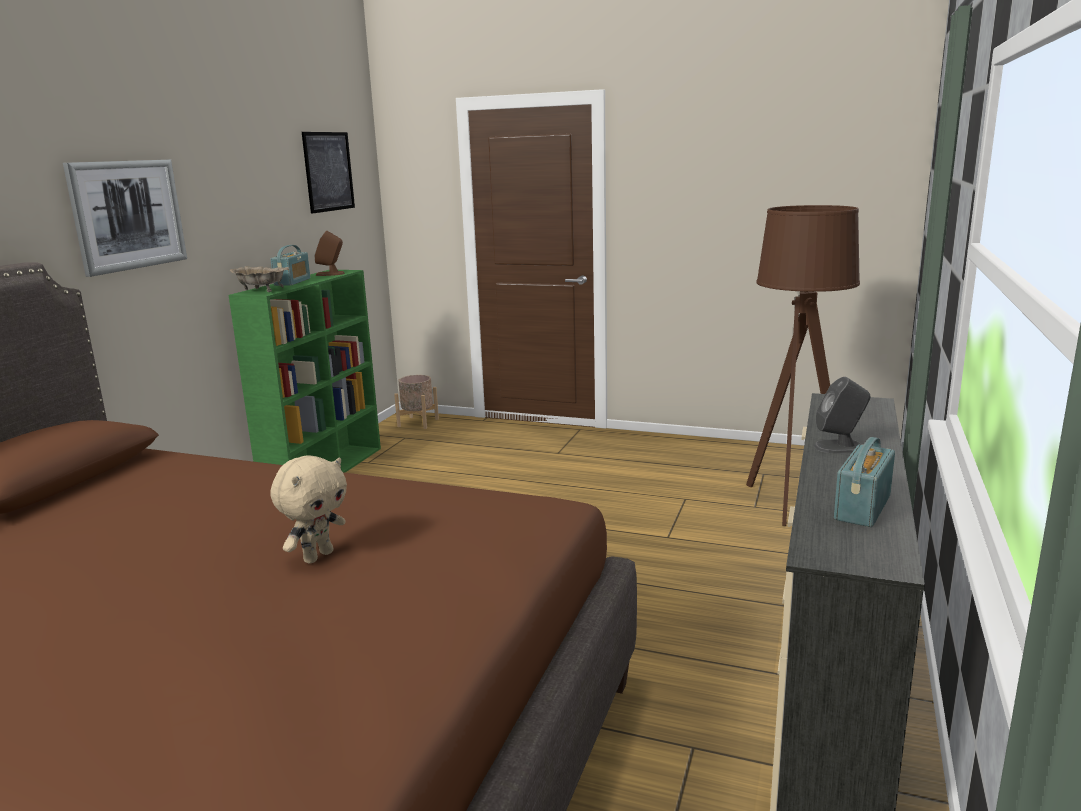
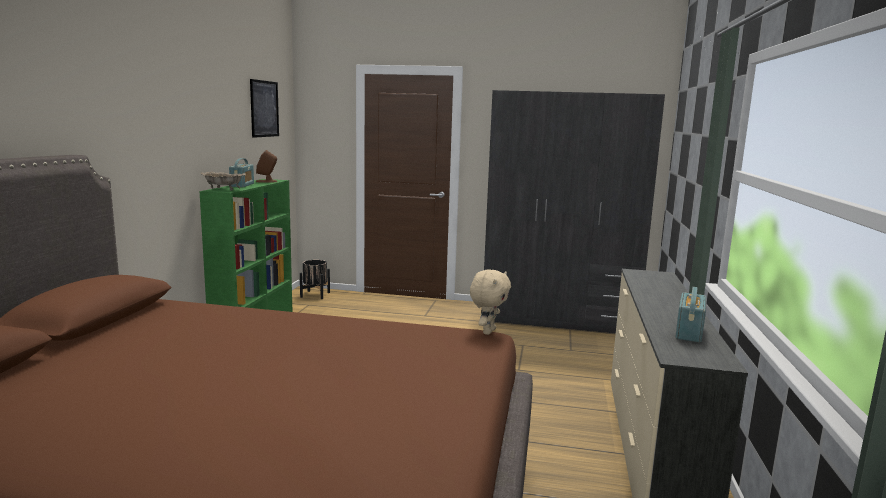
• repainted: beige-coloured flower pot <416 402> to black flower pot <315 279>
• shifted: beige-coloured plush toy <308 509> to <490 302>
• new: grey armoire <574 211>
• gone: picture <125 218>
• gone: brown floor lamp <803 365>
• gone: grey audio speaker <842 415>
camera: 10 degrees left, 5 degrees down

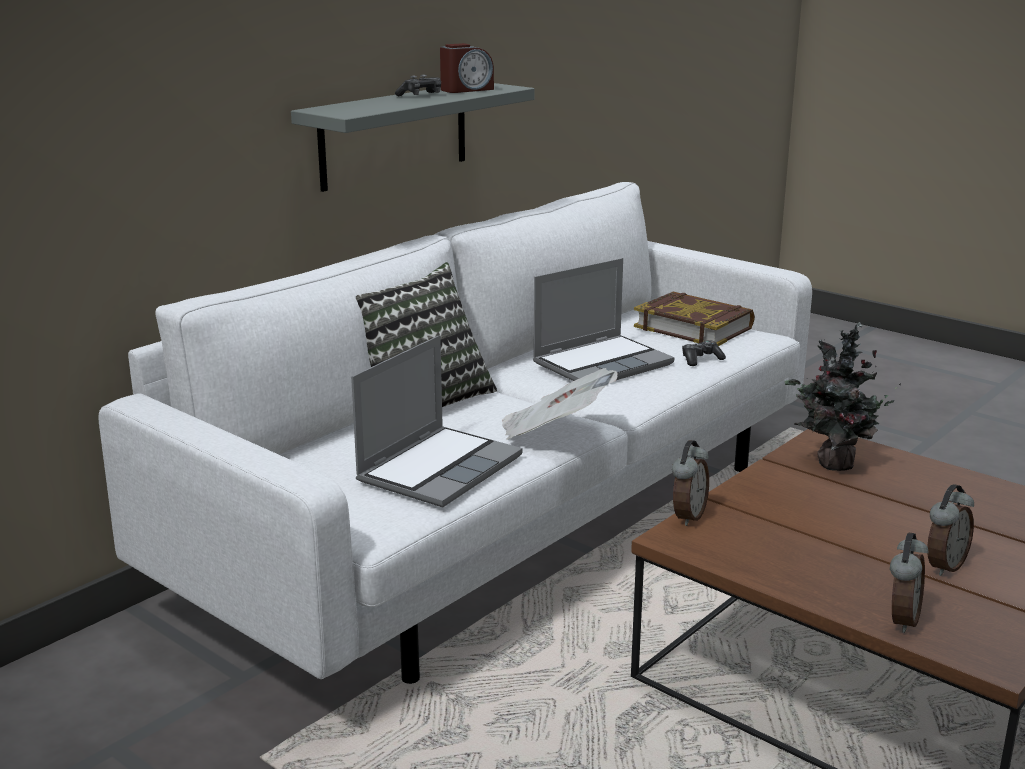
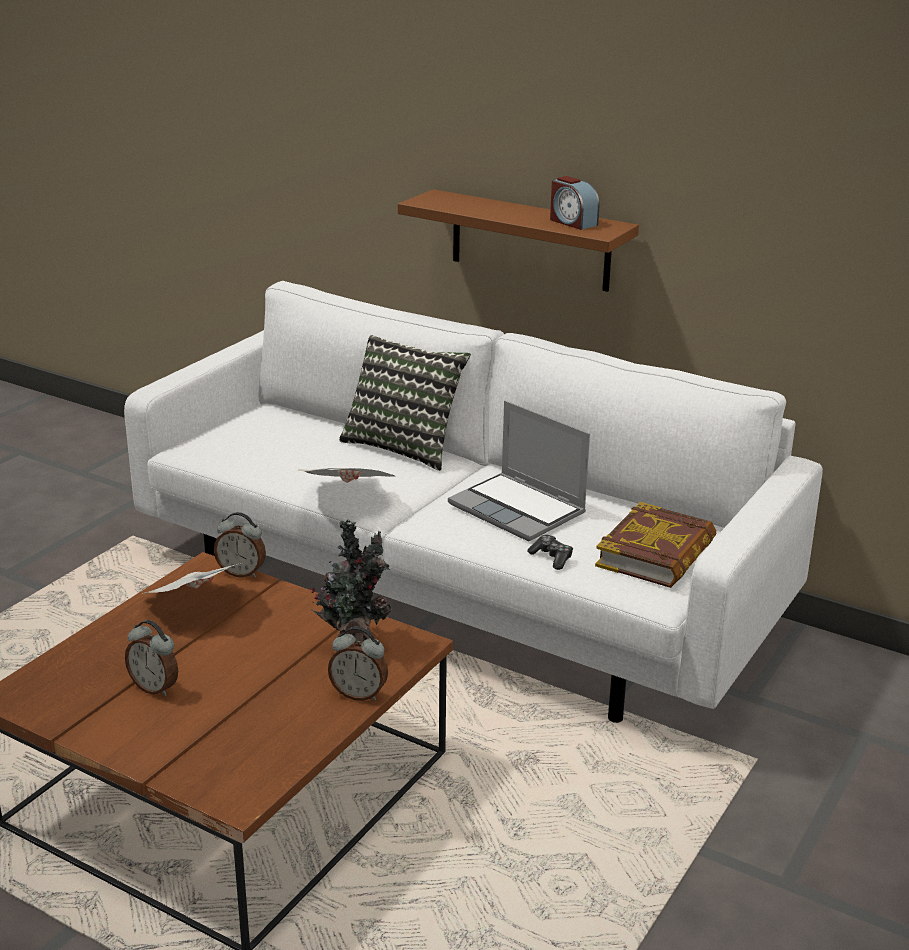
• new: printed paper <194 578>
• shifted: alarm clock <909 582> to <358 664>
• repainted: grey bracket shelf <412 137> to brown bracket shelf <518 240>
• gone: laptop <437 421>
• gone: game controller <418 85>
camera: 80 degrees right, 5 degrees up

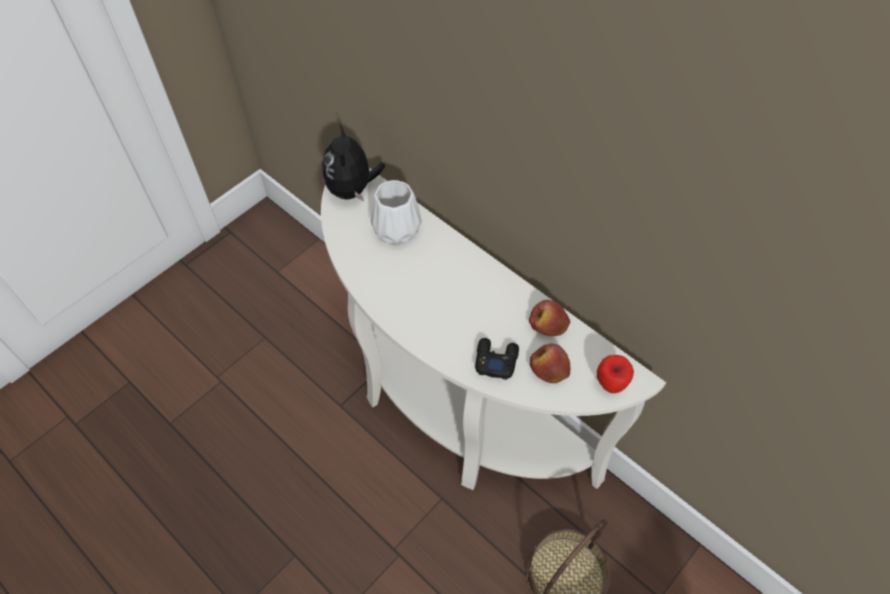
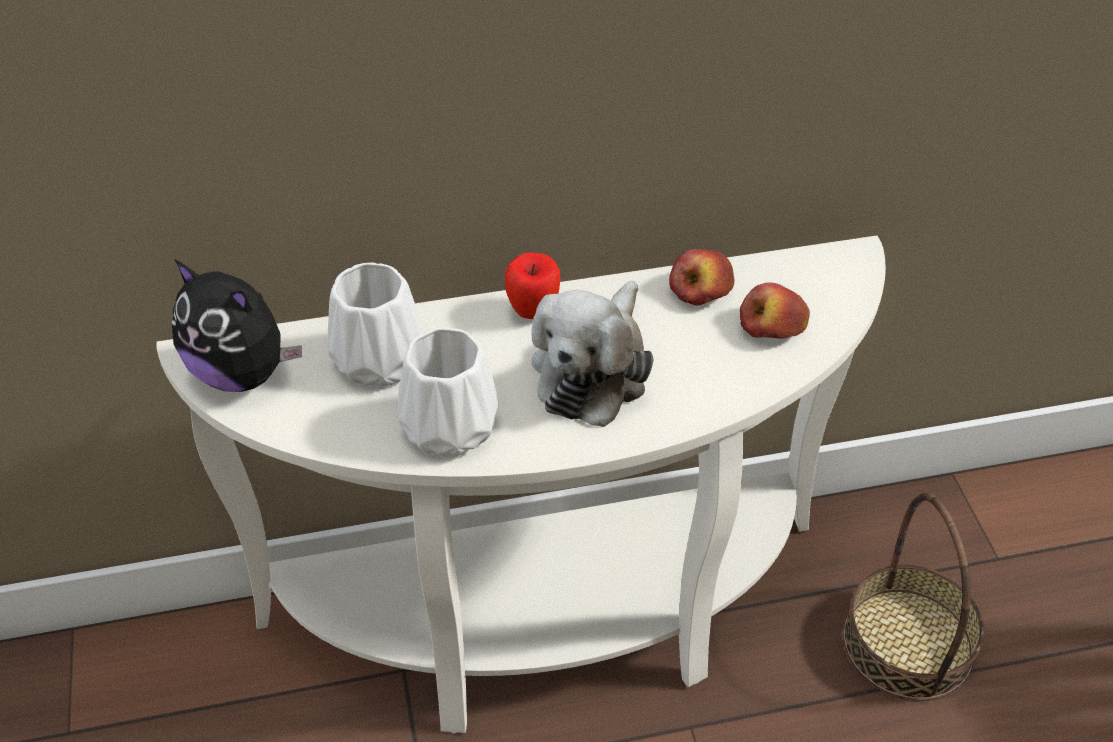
• new: white vase <448 391>
• shifted: apple fruit <615 374> to <533 285>
• new: plush toy <593 354>
• gone: black game controller <497 359>
camera: 55 degrees left, 10 degrees down

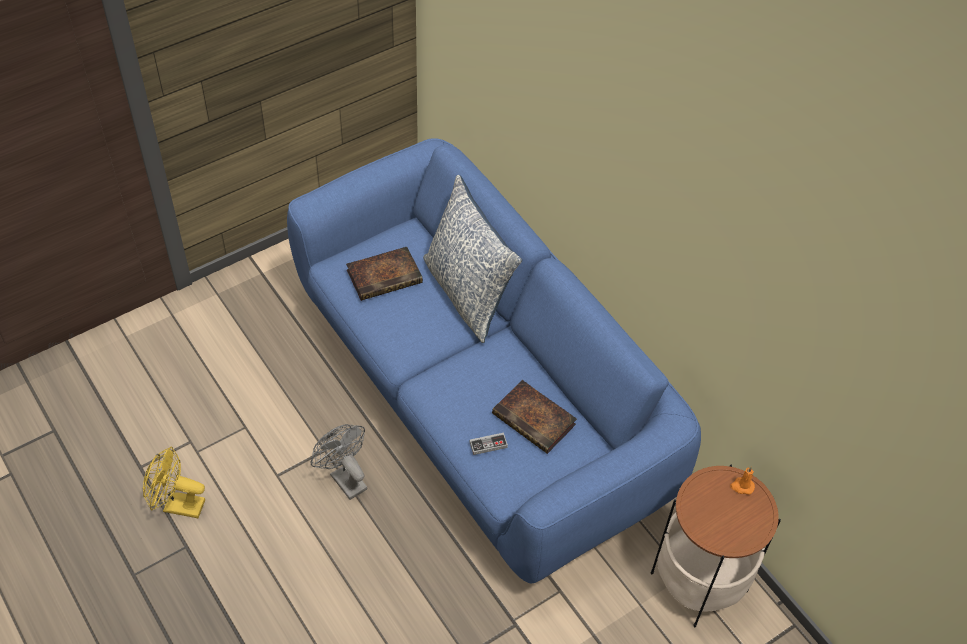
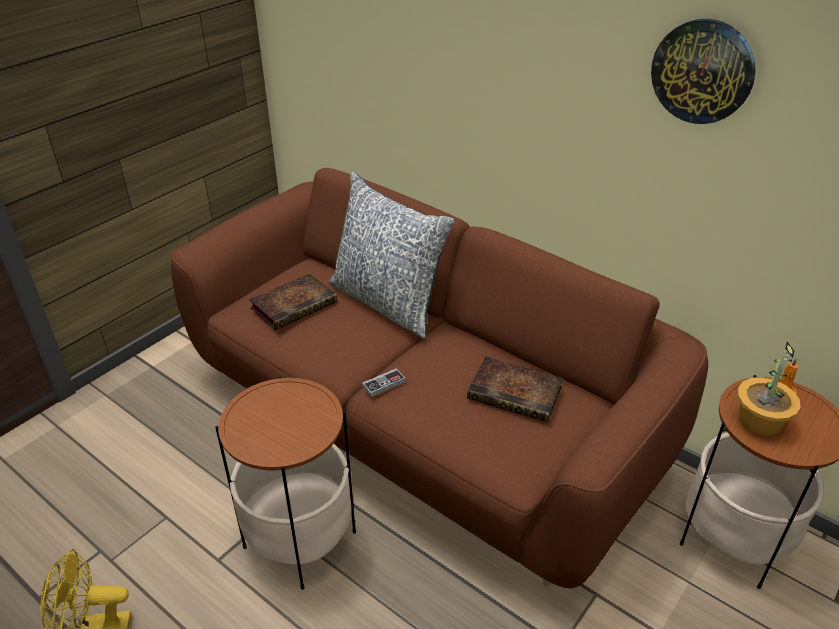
• repainted: blue-coloured sofa <494 361> to brown sofa <439 378>
• swapped: grey electric fan <339 462> to side table <285 483>
• shifted: game controller <489 444> to <384 382>
• new: clock on the wall <703 71>
• new: houseplant <769 389>
camera: 15 degrees left, 15 degrees down

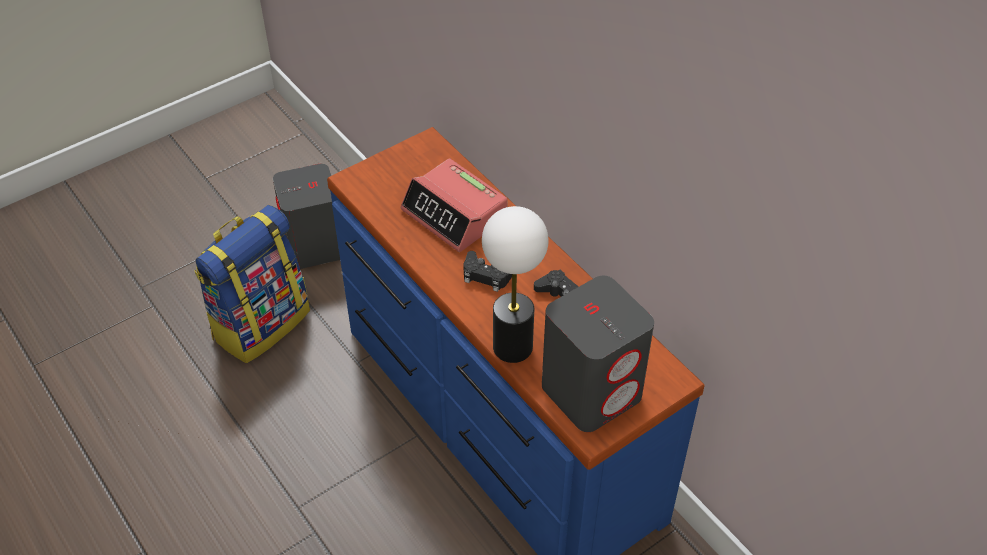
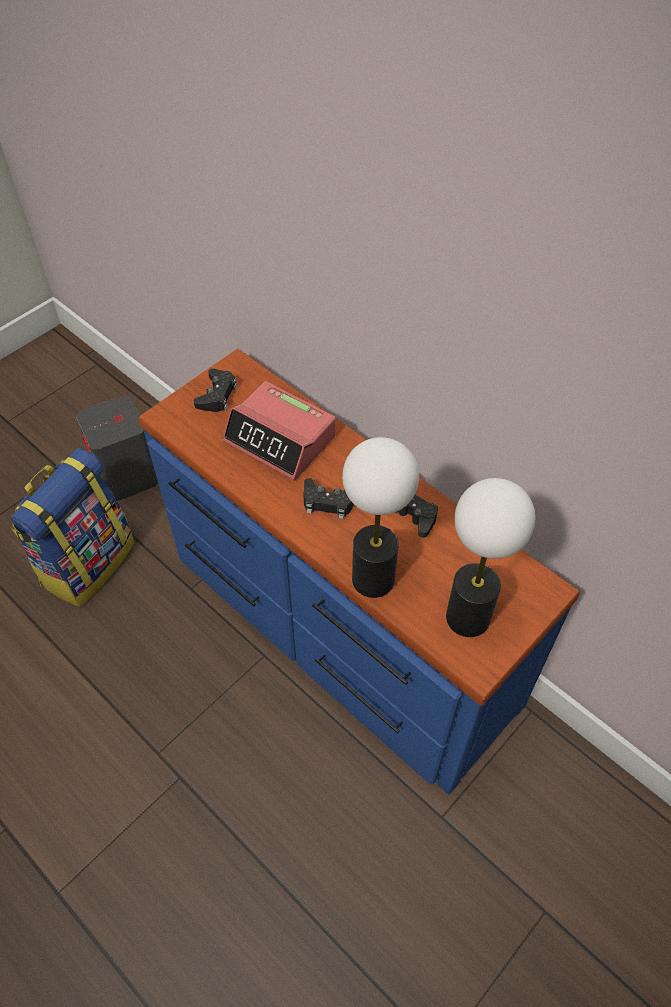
• new: black game controller <216 390>
• swapped: grey audio speaker <598 354> to lamp for a table <490 557>
camera: 10 degrees left, 5 degrees up

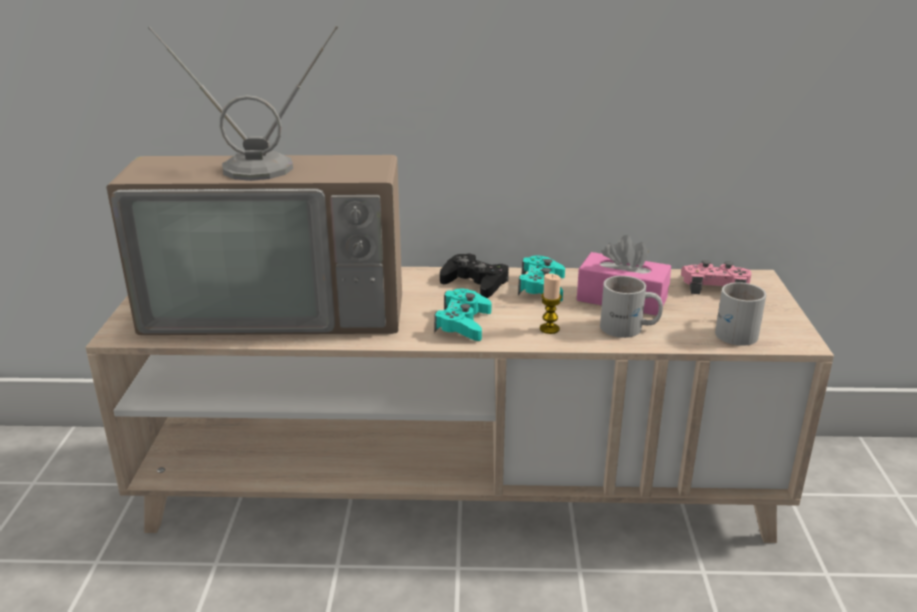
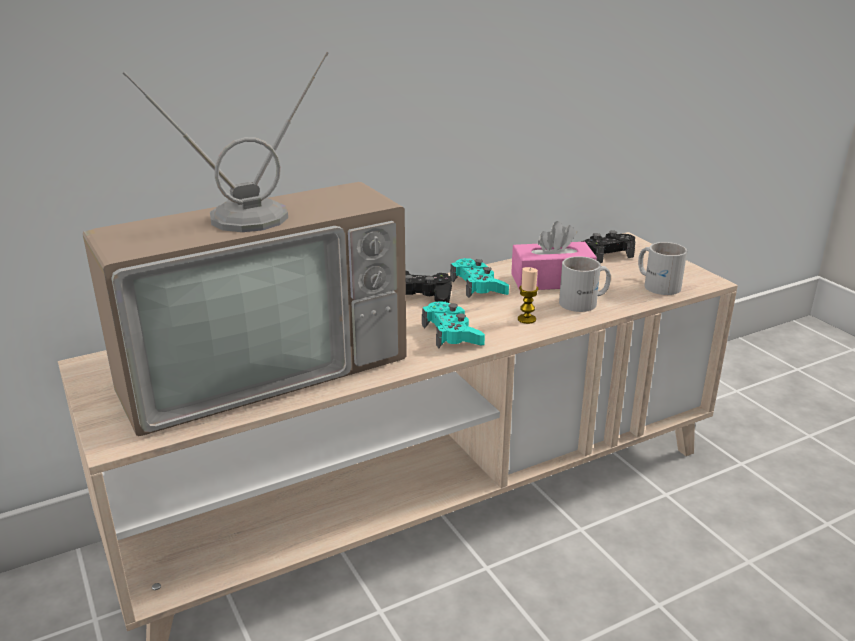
• repainted: pink game controller <716 277> to black game controller <608 246>
camera: 30 degrees left, 0 degrees up

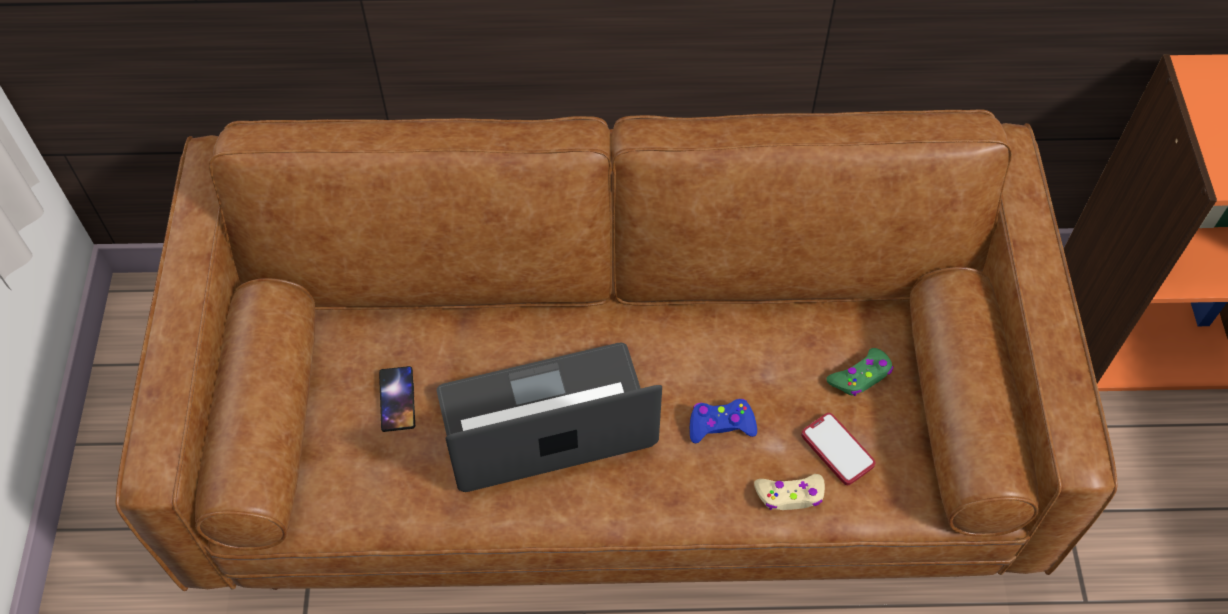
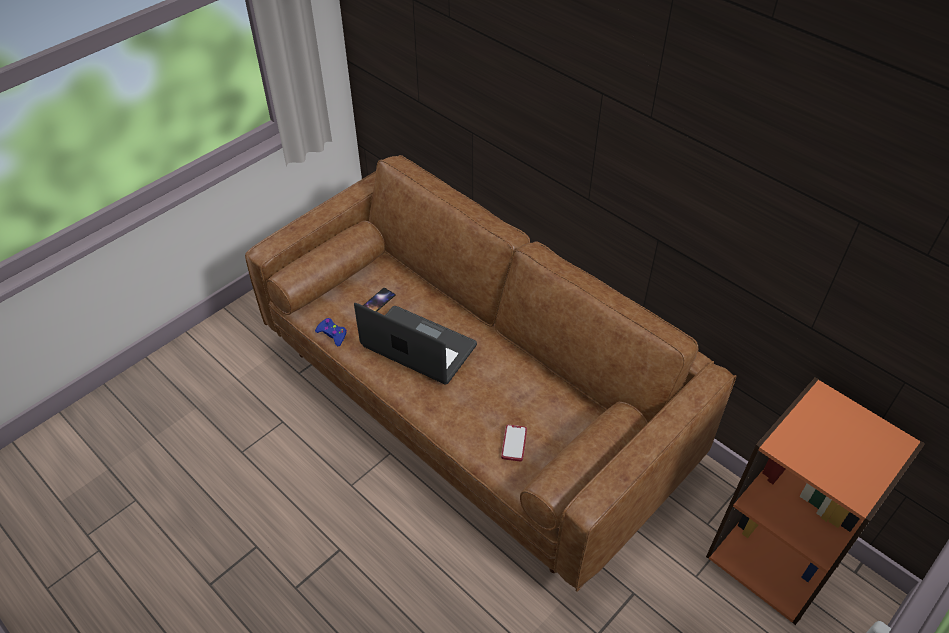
• shifted: blue-coloured game controller <723 421> to <331 332>
• gone: beige-coloured game controller <789 492>
• gone: green-coloured game controller <859 372>
camera: 45 degrees right, 10 degrees down

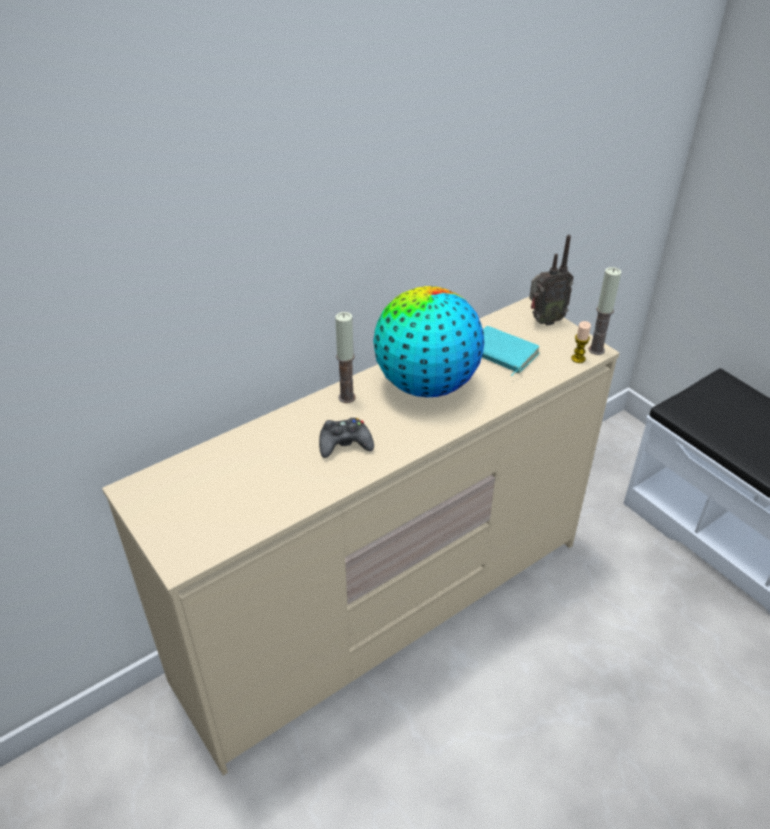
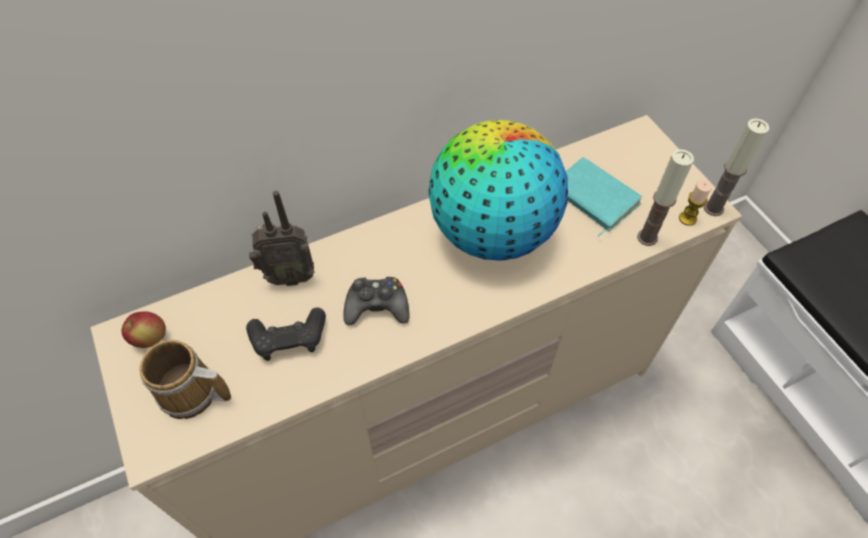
• new: apple fruit <144 329>
• new: coffee mug <185 379>
• new: black game controller <286 334>
• shifted: radio <551 280> to <281 238>
• shifted: wax candle <345 357> to <665 197>
camera: 10 degrees right, 15 degrees up

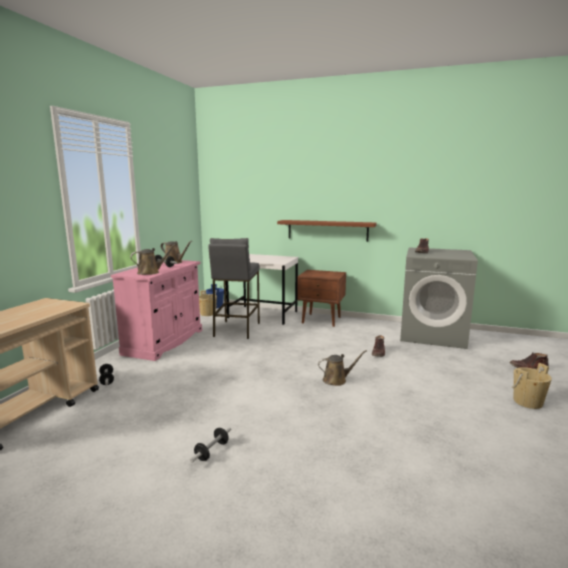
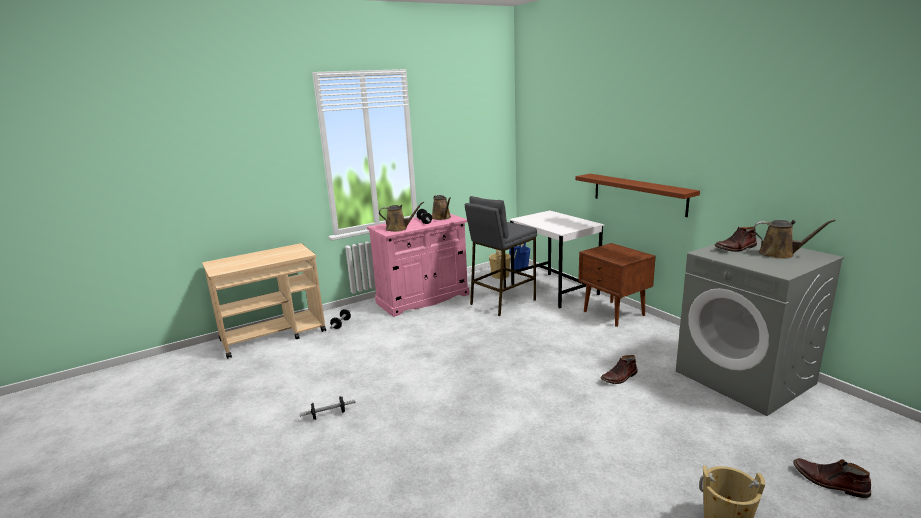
• shifted: brown watering can <342 368> to <794 239>
camera: 40 degrees right, 5 degrees up

